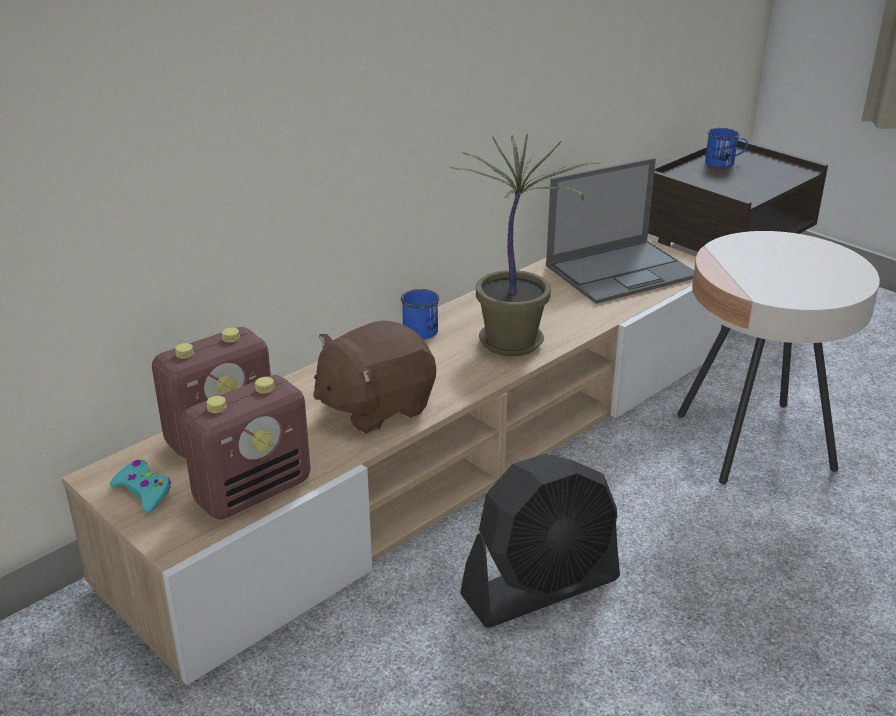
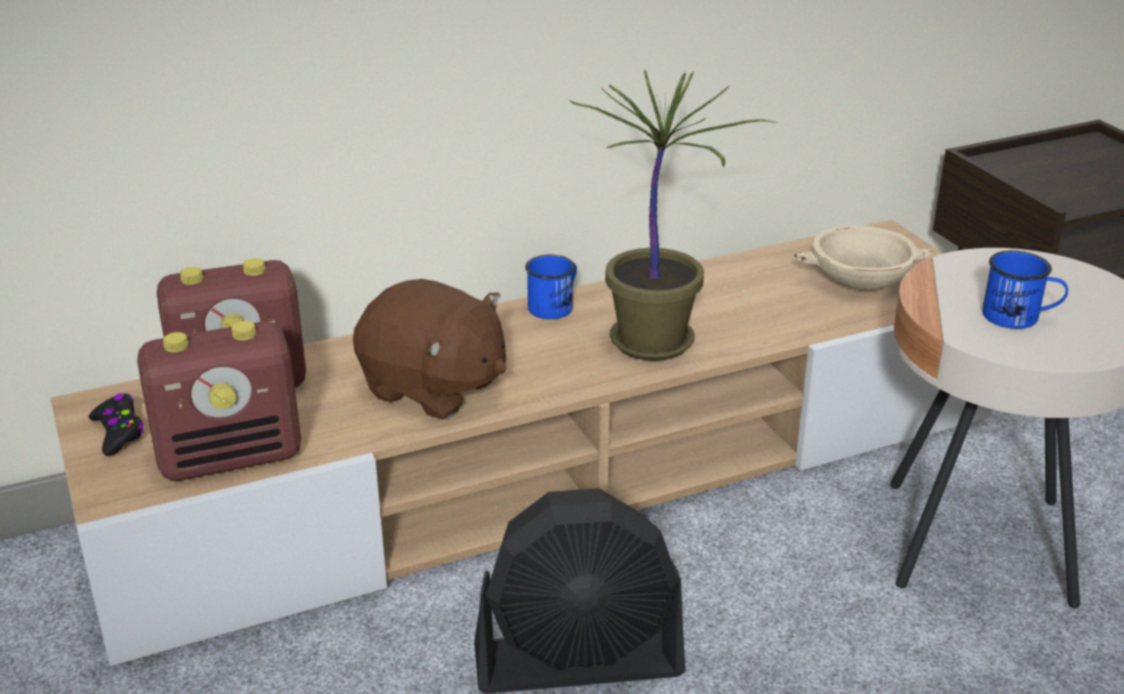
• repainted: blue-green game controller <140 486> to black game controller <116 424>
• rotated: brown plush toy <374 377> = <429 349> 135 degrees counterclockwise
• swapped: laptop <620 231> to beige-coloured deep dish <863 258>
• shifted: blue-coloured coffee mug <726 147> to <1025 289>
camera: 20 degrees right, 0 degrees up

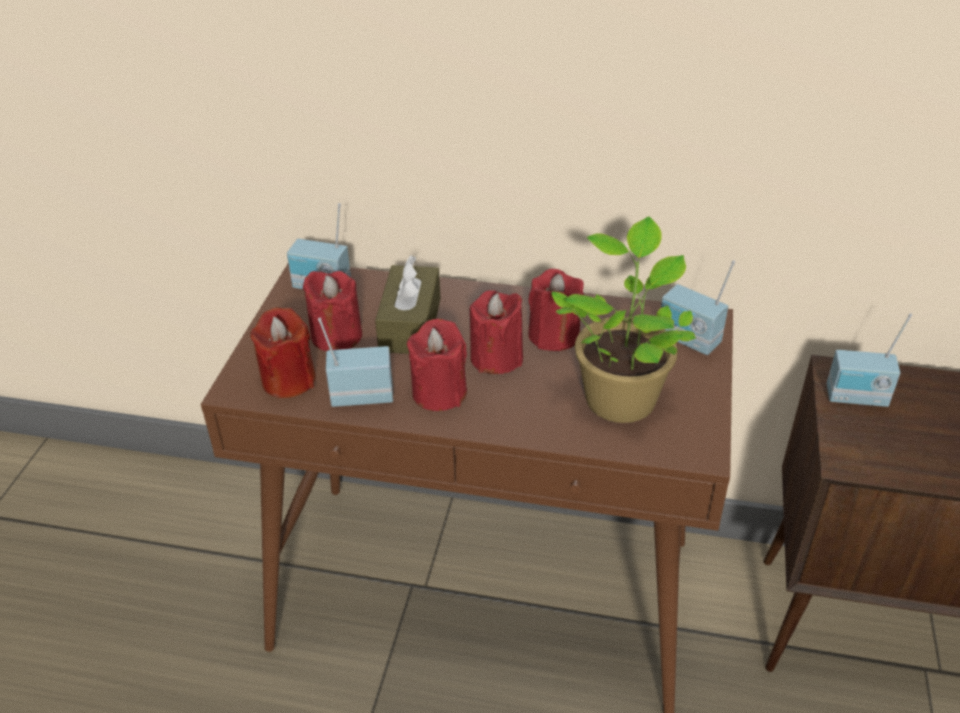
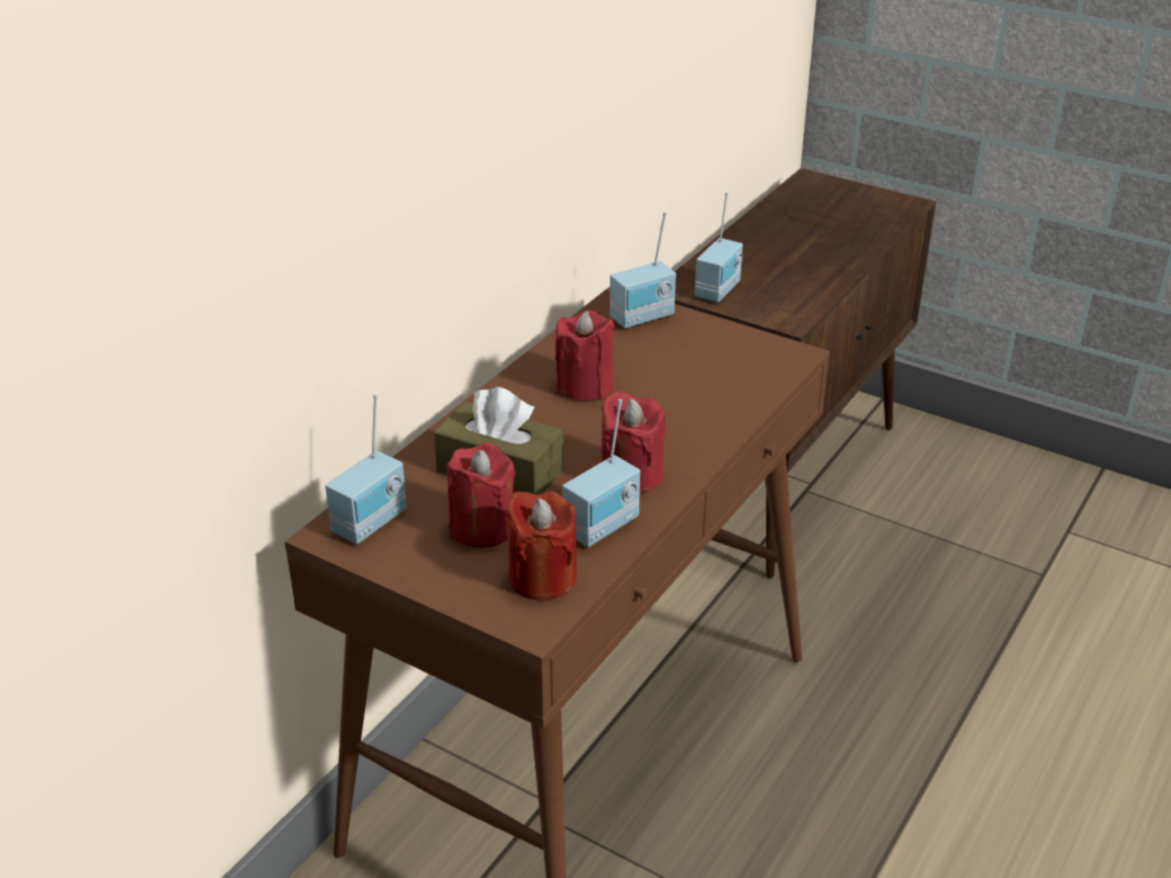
• rotated: radio <355 362> = <601 473> 150 degrees counterclockwise
• gone: red-coloured wax candle <496 332>
• gone: houseplant <623 319>
camera: 70 degrees left, 5 degrees down

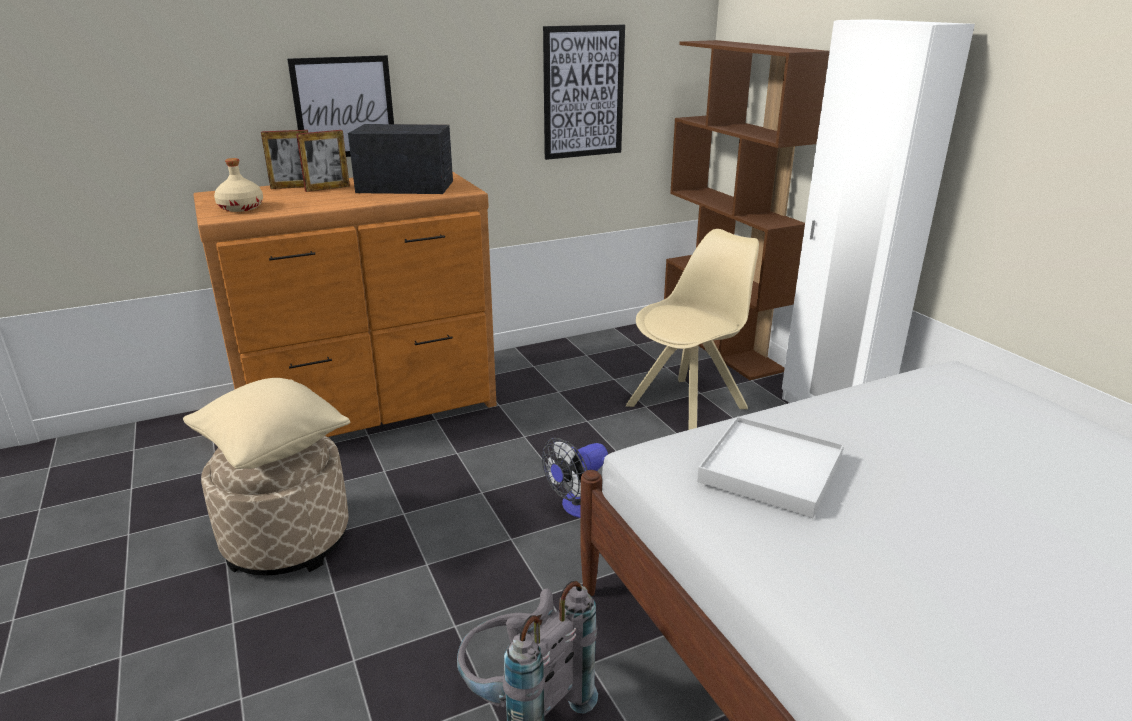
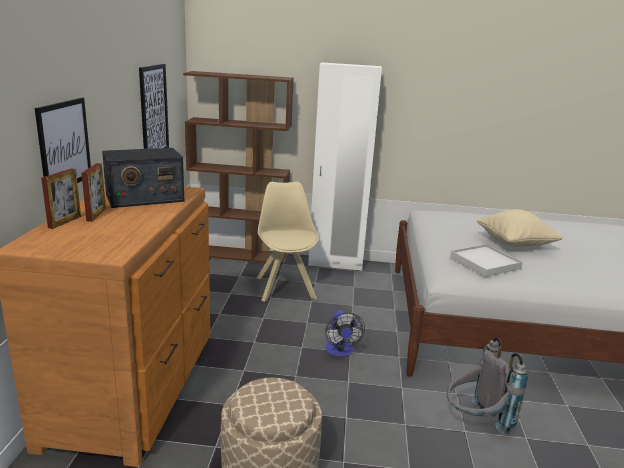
• rotated: radio <400 159> = <143 178> 150 degrees counterclockwise
• shifted: beige-coloured cushion <266 423> to <520 228>
• gone: beige-coloured bottle <238 185>
camera: 60 degrees left, 5 degrees down

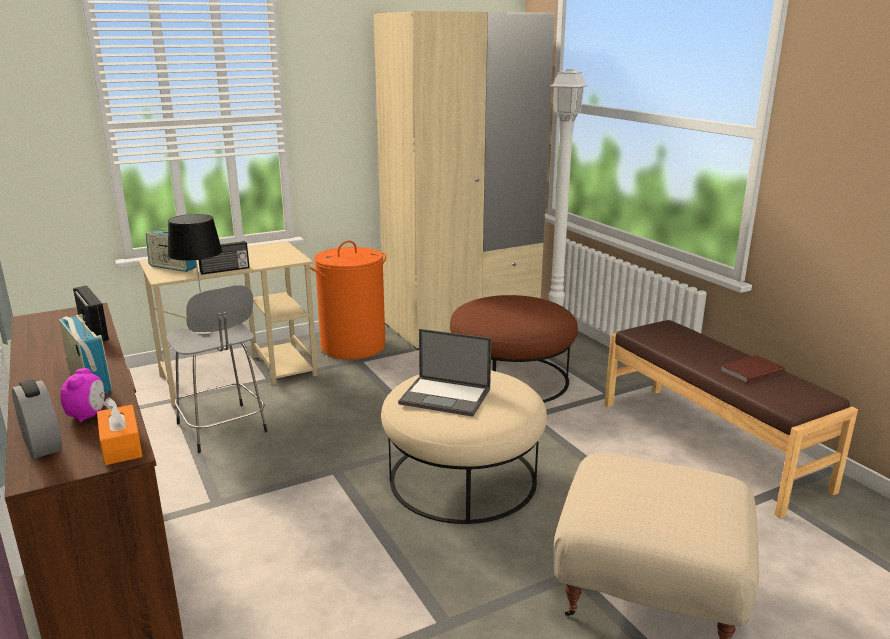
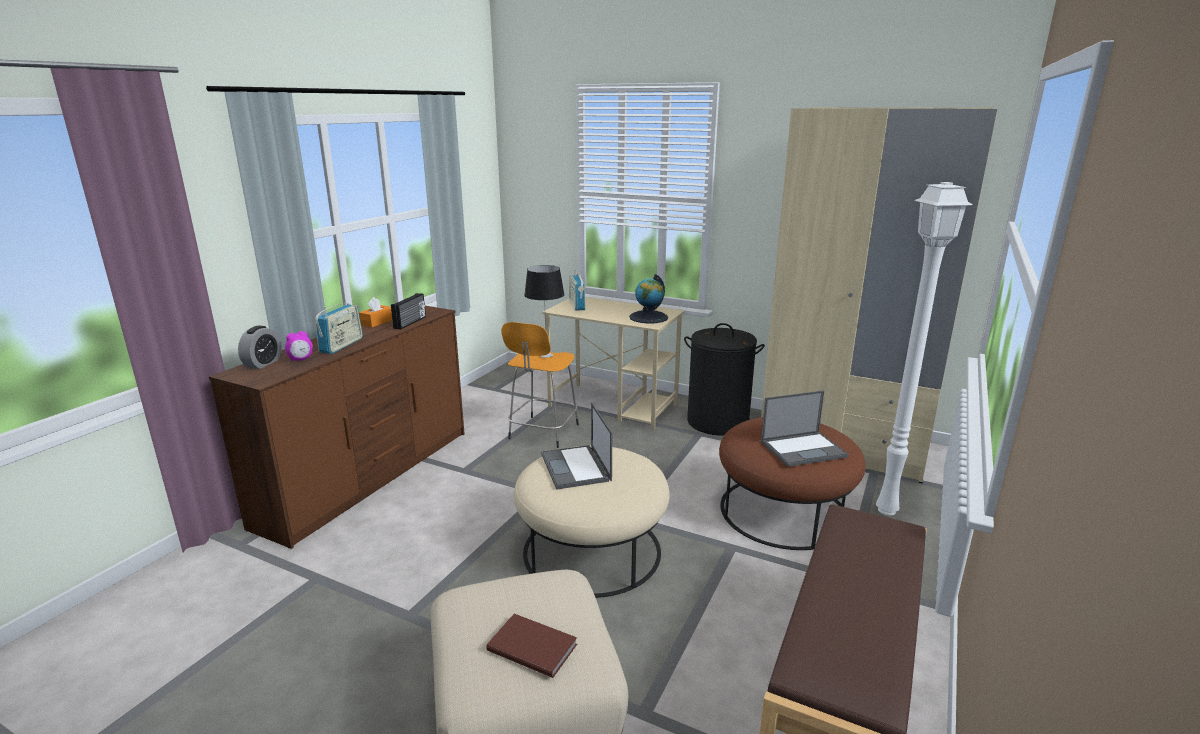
• shifted: orange box of tissues <120 431> to <375 312>
• shifted: brown bound book <752 369> to <531 646>
• repainted: grey stool seat <217 369> to orange stool seat <540 385>
• new: desk globe <648 299>
• repainted: orange washing basket <348 300> to black washing basket <724 379>
• new: laptop <805 428>
• gone: radio <224 258>
camera: 55 degrees right, 0 degrees up

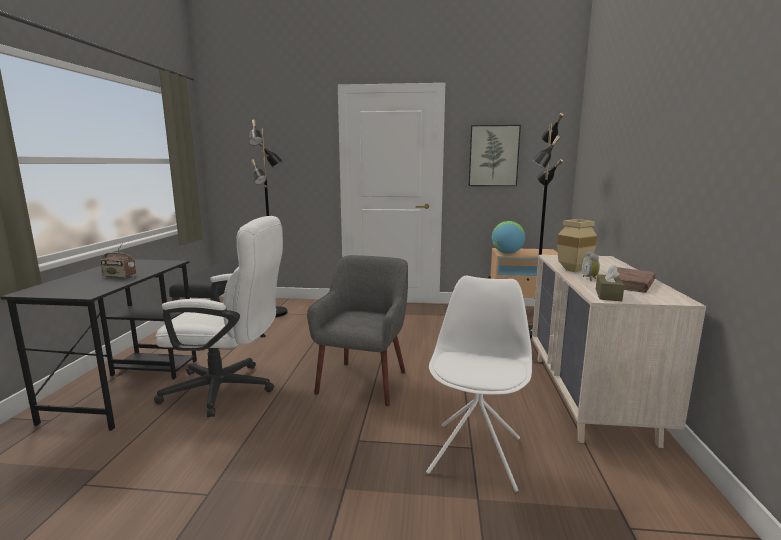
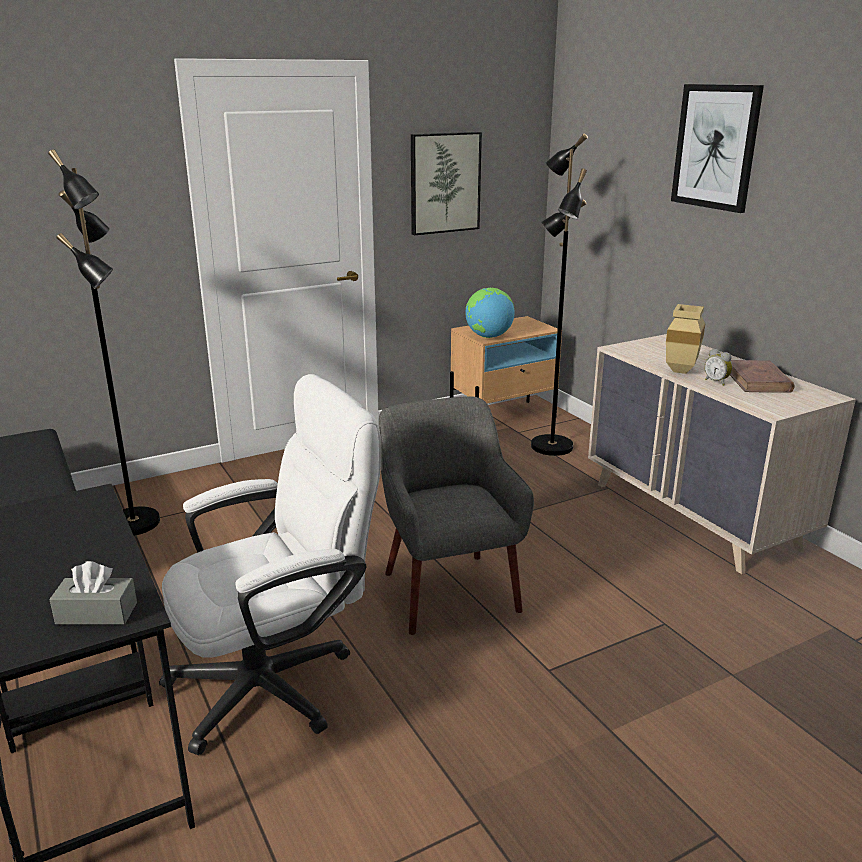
• new: grey box of tissues <93 592>
• new: picture <717 148>
• gone: radio <118 260>
• gone: white chair <479 383>
• gone: brown box of tissues <610 282>
camera: 35 degrees left, 10 degrees up

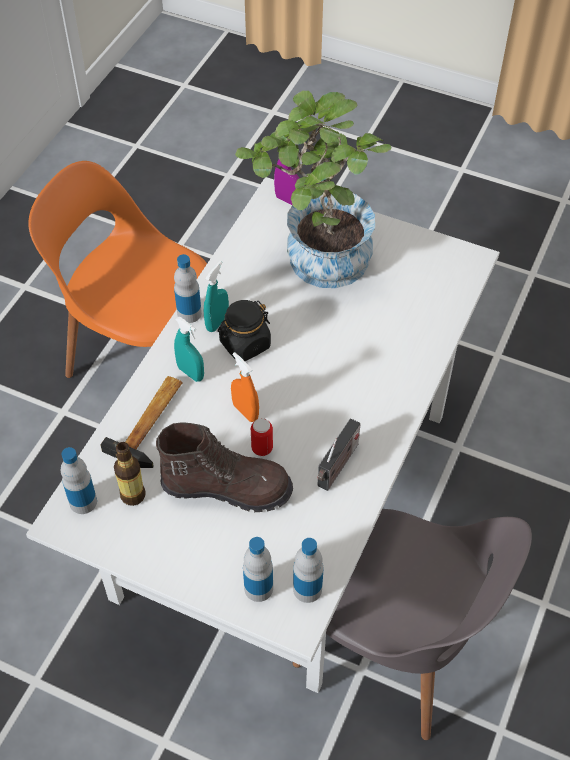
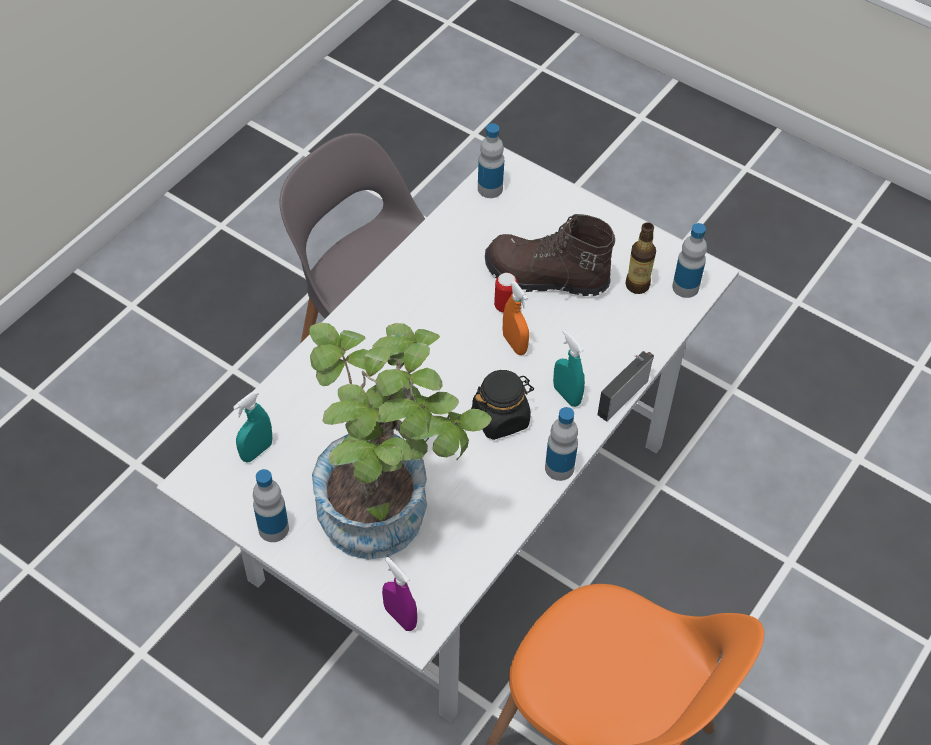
• shifted: blue-green spray bottle <216 296> to <252 426>
• shifted: bottle <258 569> to <271 505>
• shifted: radio <339 454> to <625 386>
• gone: hammer <141 422>
camera: 170 degrees left, 0 degrees up

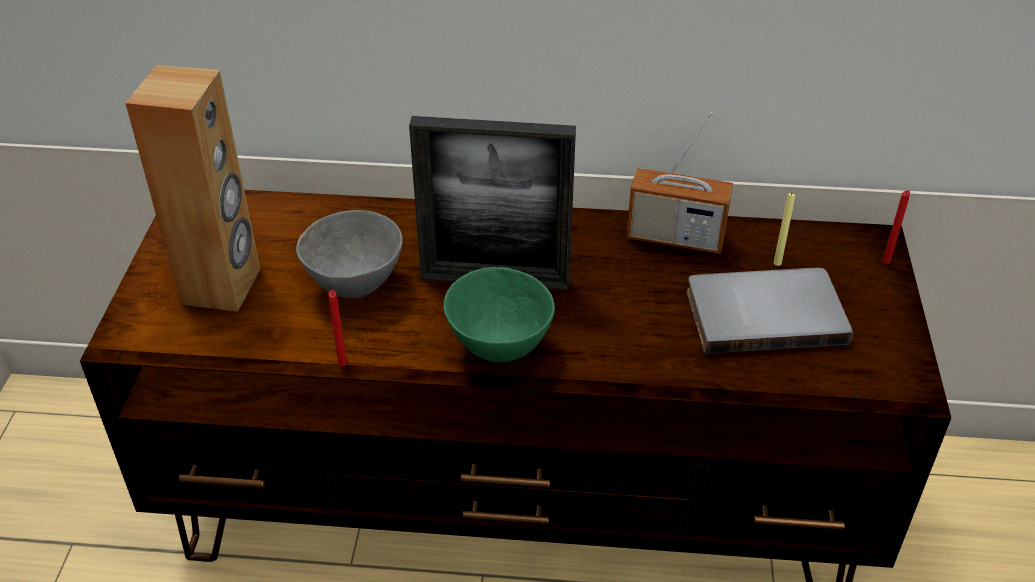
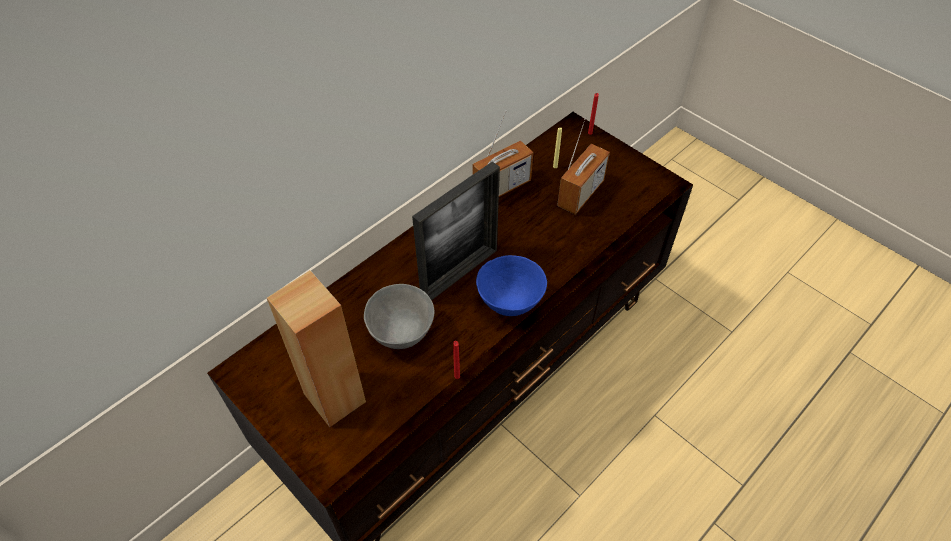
• repainted: green-coloured deep dish <499 315> to blue-coloured deep dish <511 285>
• swapped: grey bound book <770 311> to radio <583 166>
camera: 50 degrees left, 10 degrees up

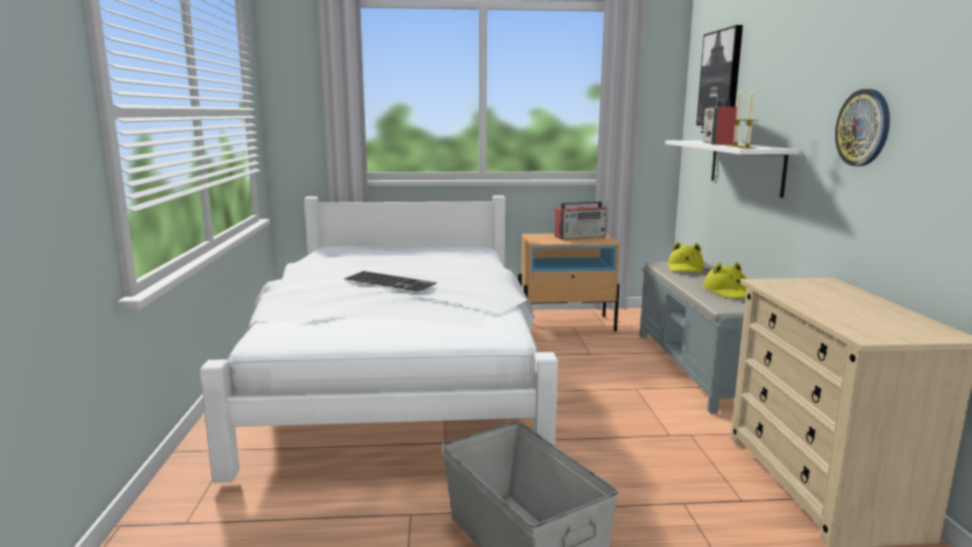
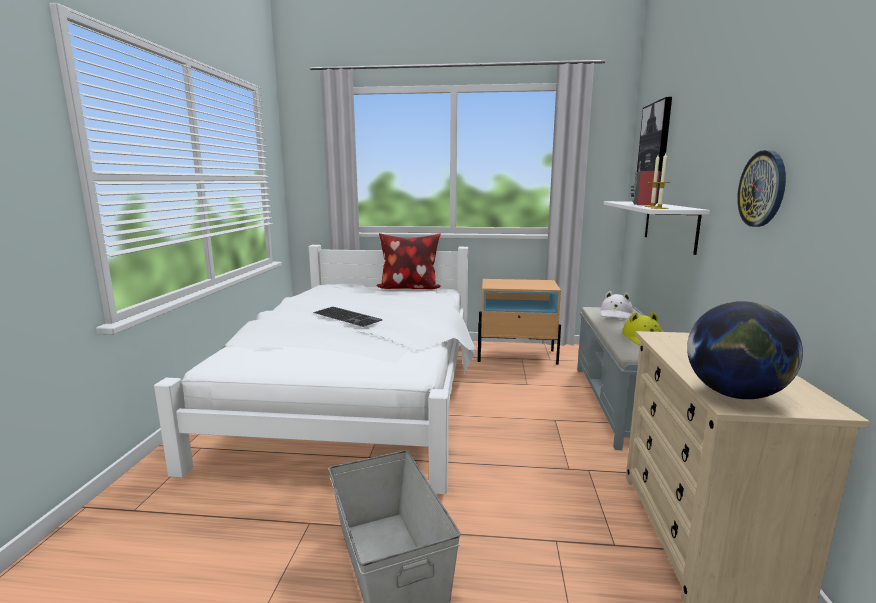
• new: cushion <408 261>
• repainted: yellowish clothing hat <686 257> to white clothing hat <616 305>
• new: desk globe <745 350>
• gone: radio <581 219>
camera: 10 degrees right, 0 degrees up

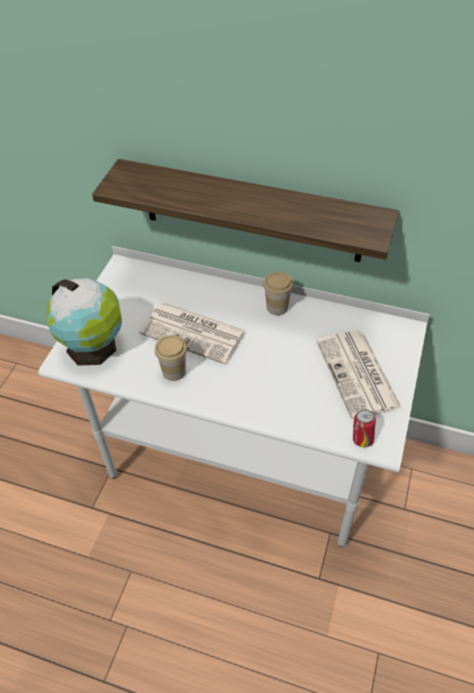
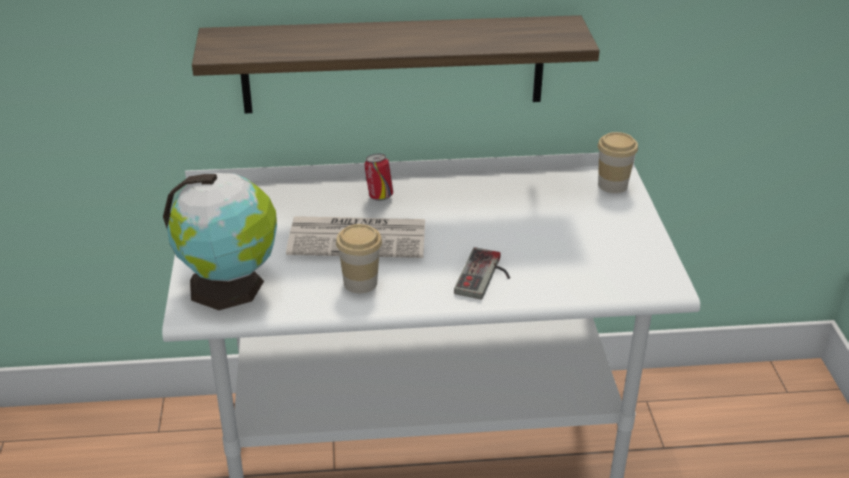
• shifted: sealed can <364 428> to <378 177>
• new: game controller <482 273>
• shifted: cup <278 293> to <618 162>
• gone: printed paper <359 374>
camera: 25 degrees left, 15 degrees down

